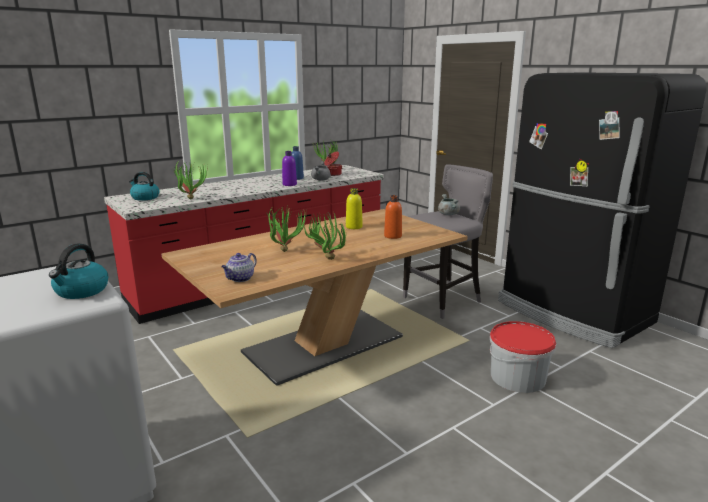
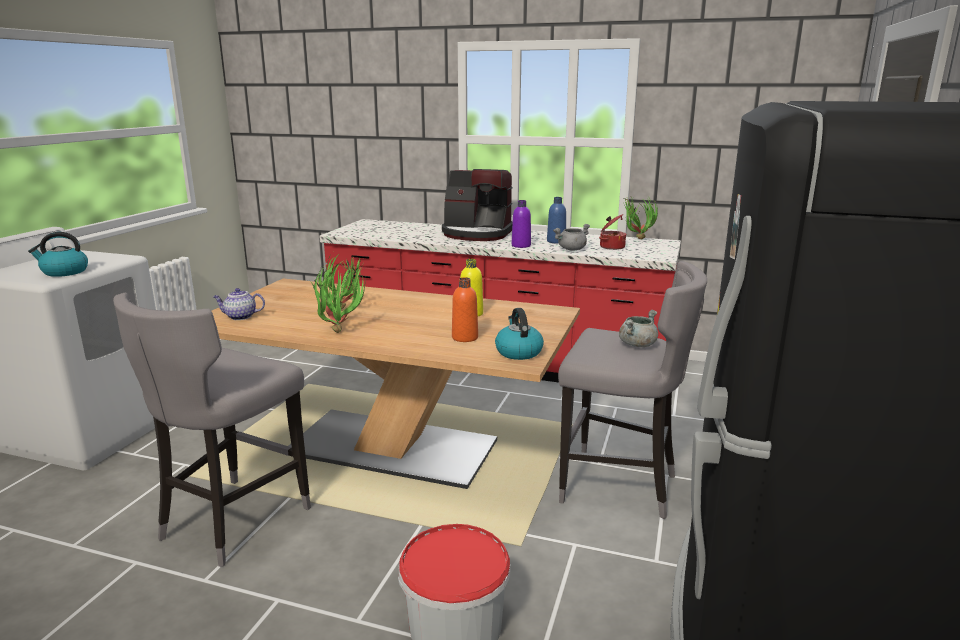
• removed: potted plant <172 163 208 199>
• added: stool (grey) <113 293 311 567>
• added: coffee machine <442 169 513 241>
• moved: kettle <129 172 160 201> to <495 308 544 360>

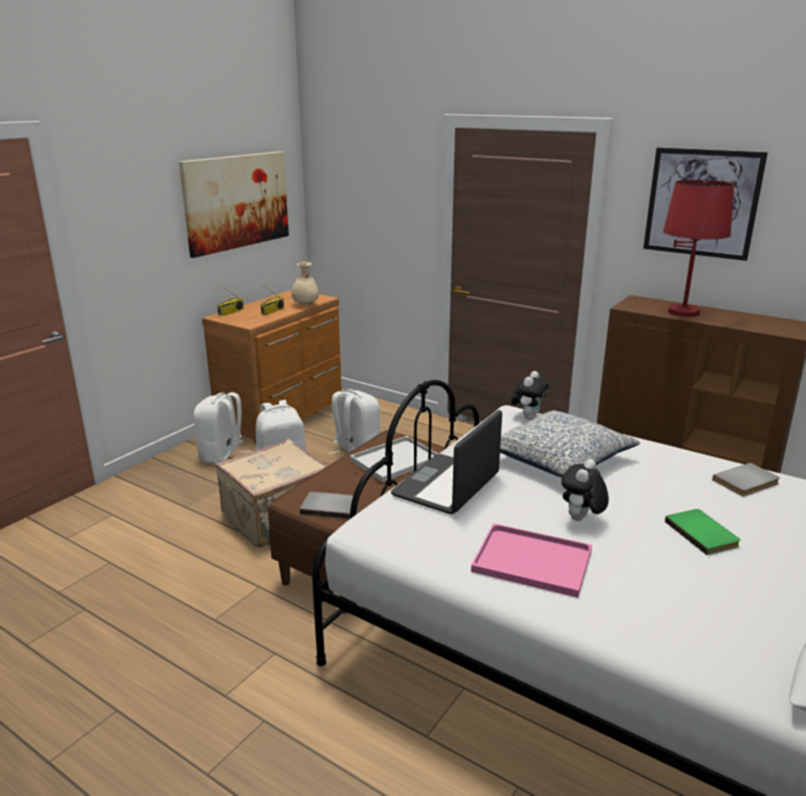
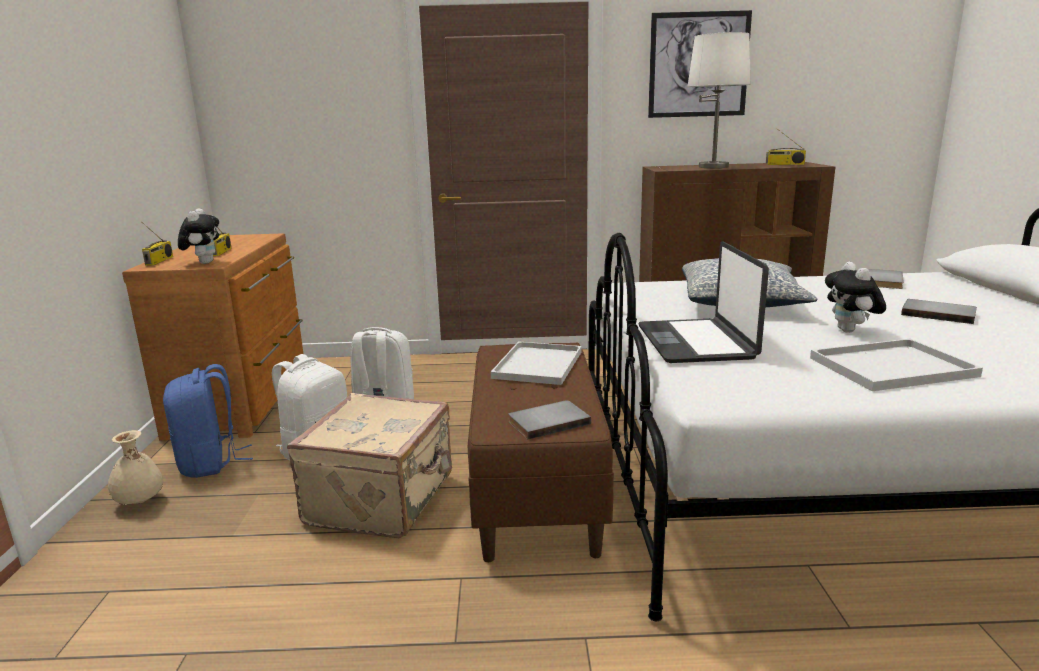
• removed: picture <179 151 289 258>
• added: radio <766 128 806 165>
• moved: vase (beige) <291 262 319 306> to <108 430 163 505>
• moved: plush toy <511 371 549 420> to <178 208 219 264>
• recoloured: backpack (white) <194 392 252 464> to backpack (blue) <163 364 253 478>
• recoloured: tray (pink) <471 523 592 598> to tray (white) <810 339 983 391>
• recoloured: table lamp (red) <663 180 734 317> to table lamp (white) <687 32 751 168>
• recoloured: book (green) <665 509 741 555> to book (grey) <901 299 977 324>

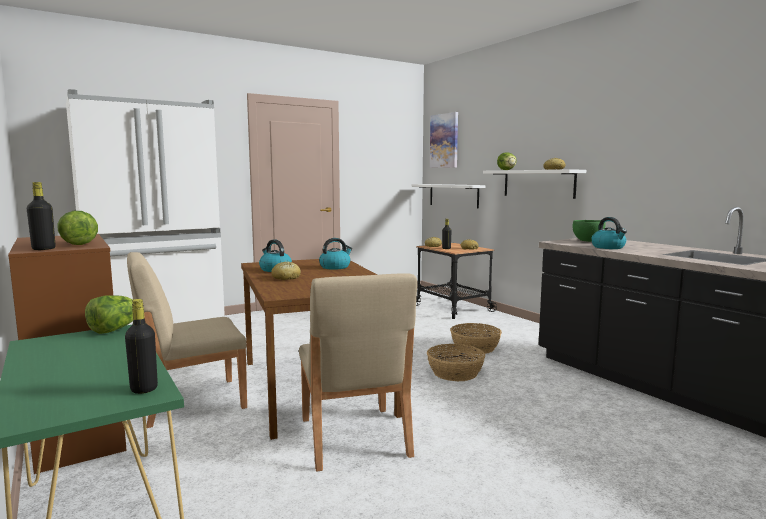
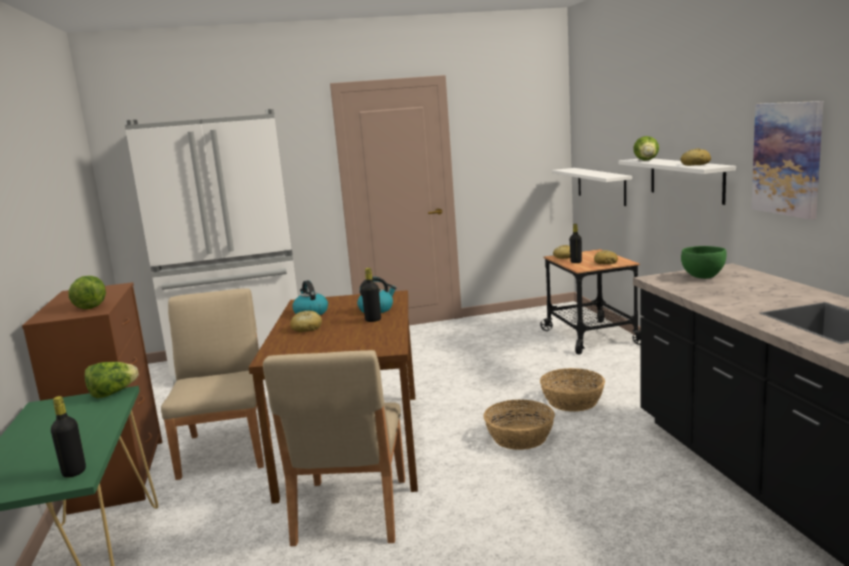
• removed: kettle <591 217 627 249>
• moved: bottle (black) <27 182 56 250> to <361 268 381 322>
• moved: picture <430 112 458 168> to <751 101 823 220>
• turned: chair (beige) <127 252 247 428> = <161 288 270 480> 90 degrees clockwise

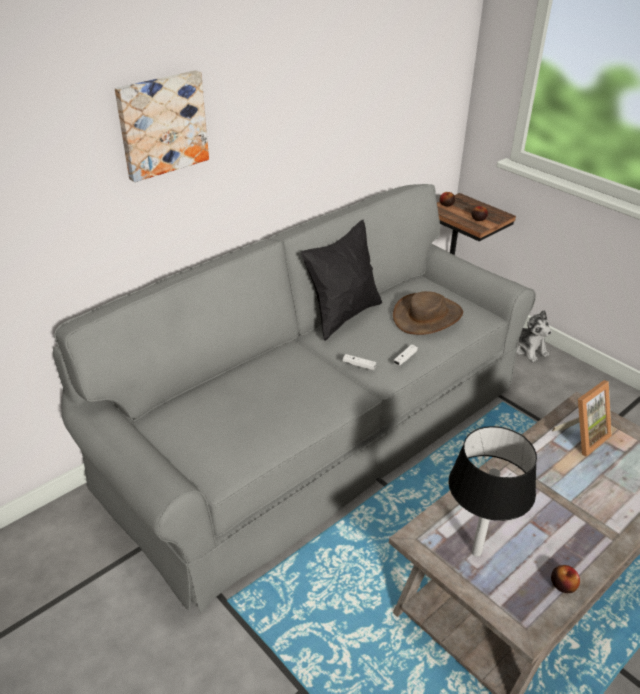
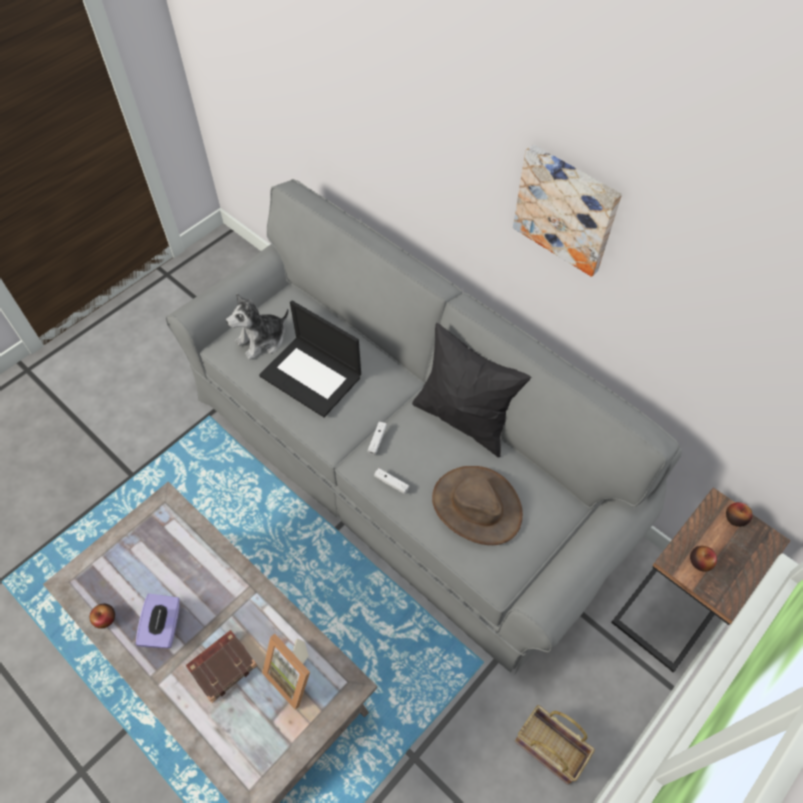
• removed: table lamp (black) <448 426 537 557>
• added: tissue box (purple) <136 593 180 648>
• added: book (brown) <186 630 258 703>
• added: laptop <259 301 361 418>
• added: basket <515 705 595 785>
• moved: picture <115 70 209 182> to <513 145 622 277>
• moved: plush toy <516 310 552 362> to <226 293 289 360>

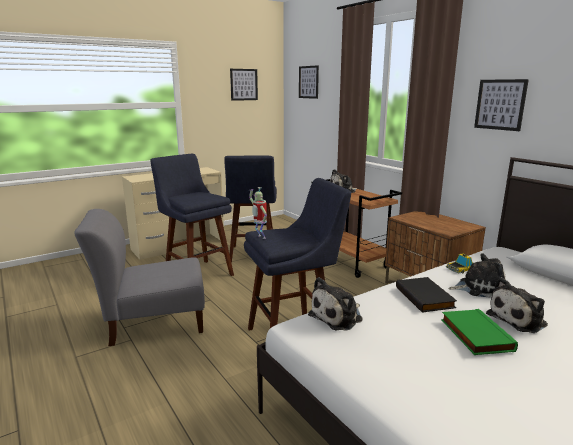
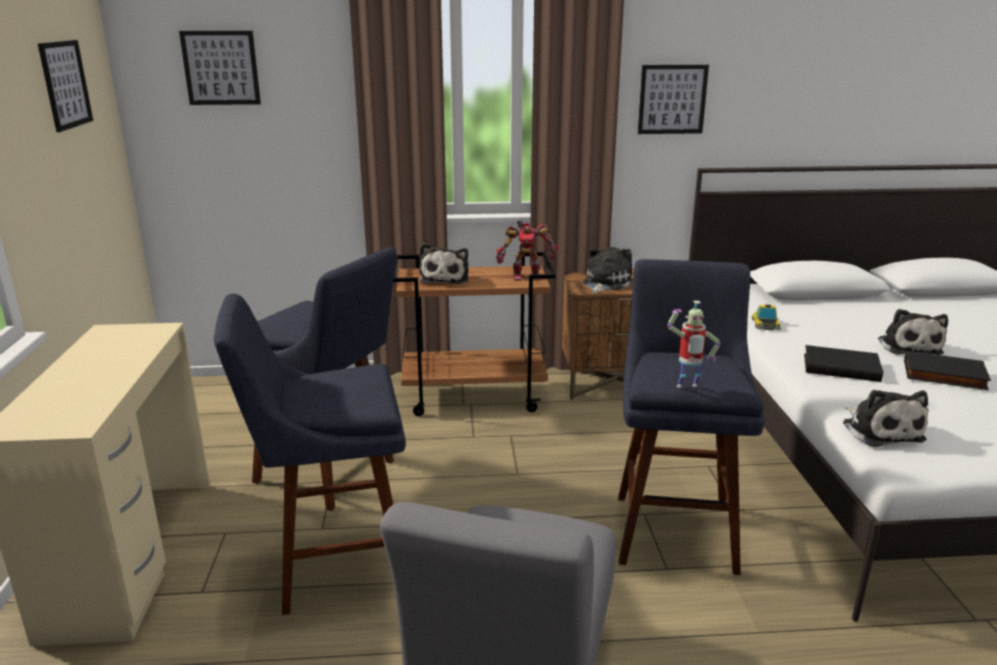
• added: toy robot <496 219 558 280>
• moved: plush toy <448 253 506 298> to <582 247 633 294>
• recoloured: book (green) <441 309 518 355> to book (black) <904 351 991 390>

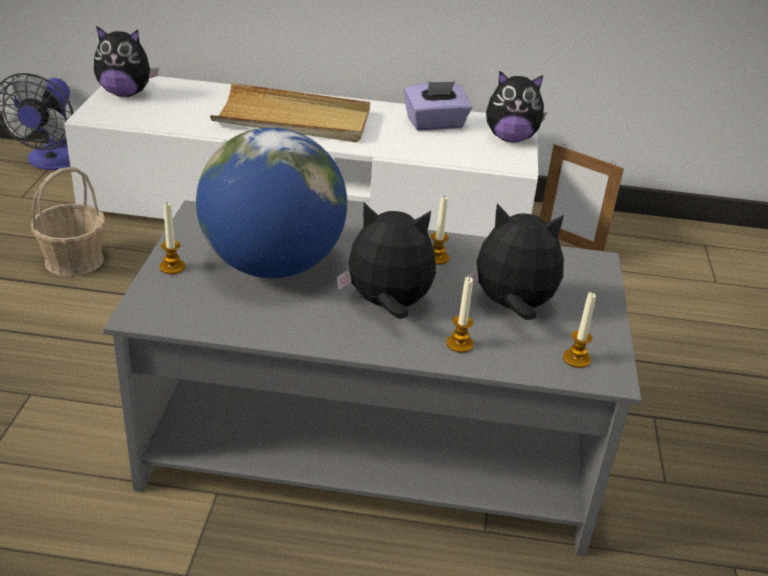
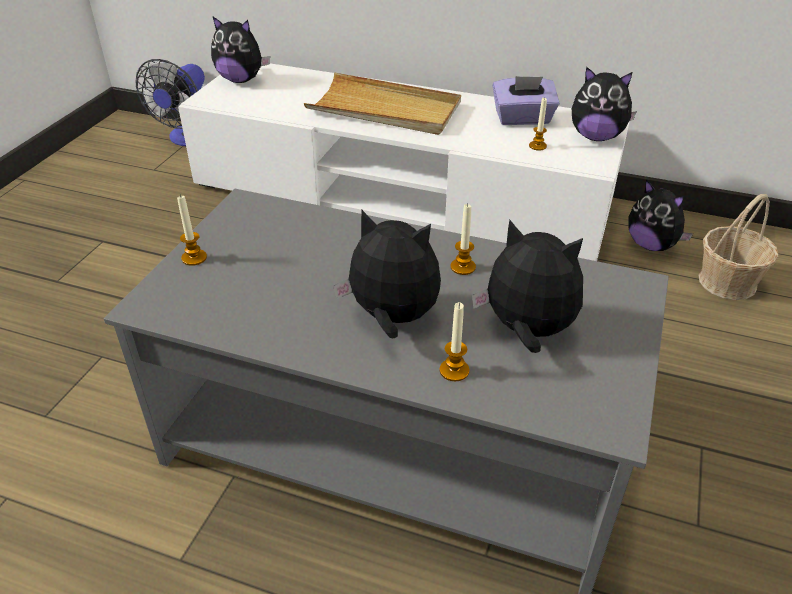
• removed: globe <196 127 347 278>
• moved: basket <31 167 106 277> to <699 194 778 300>
• moved: candle <563 292 596 368> to <529 98 547 150>
• replaced: picture frame <540 144 624 251> to plush toy <628 179 693 251>

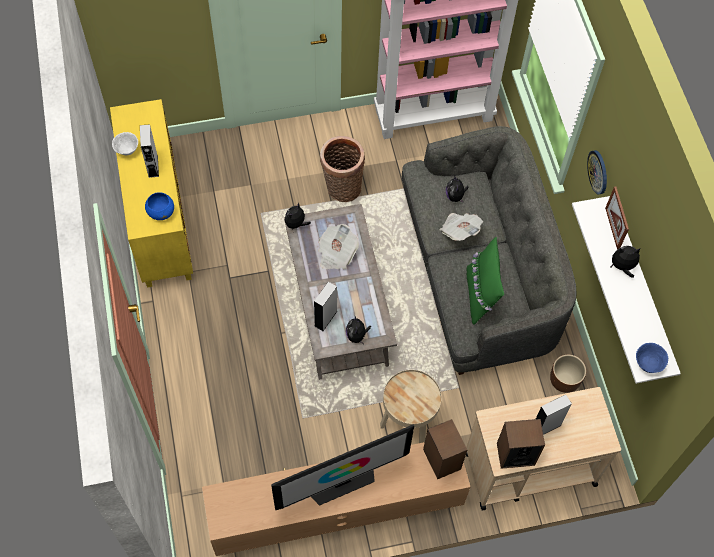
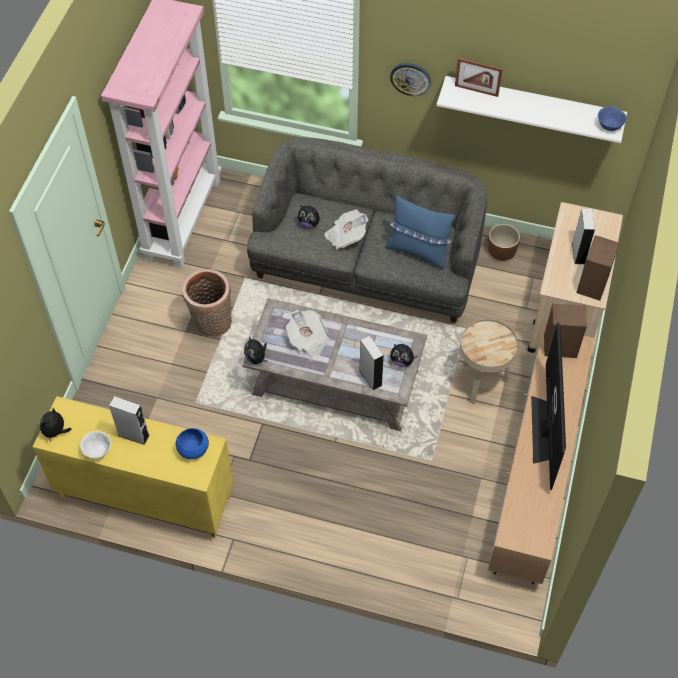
• moved: plush toy <610 246 640 278> to <40 408 72 441>
• recoloured: pillow (green) <466 237 504 325> to pillow (blue) <385 195 455 269>

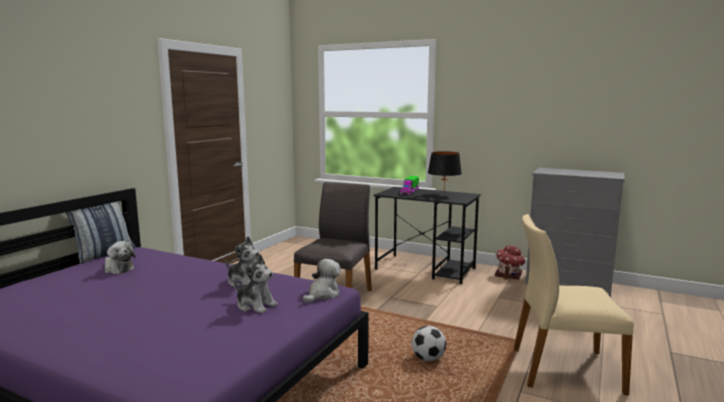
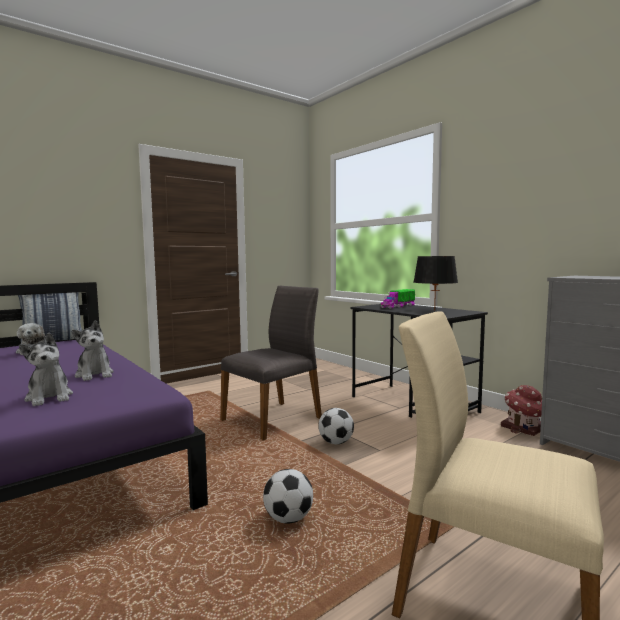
• removed: plush toy <303 259 341 303>
• added: football <318 408 354 445>

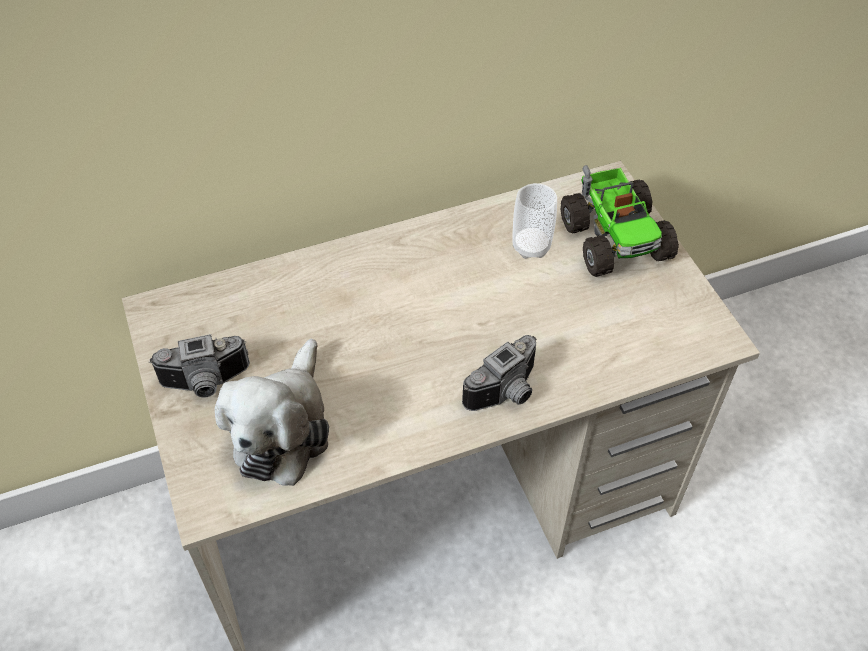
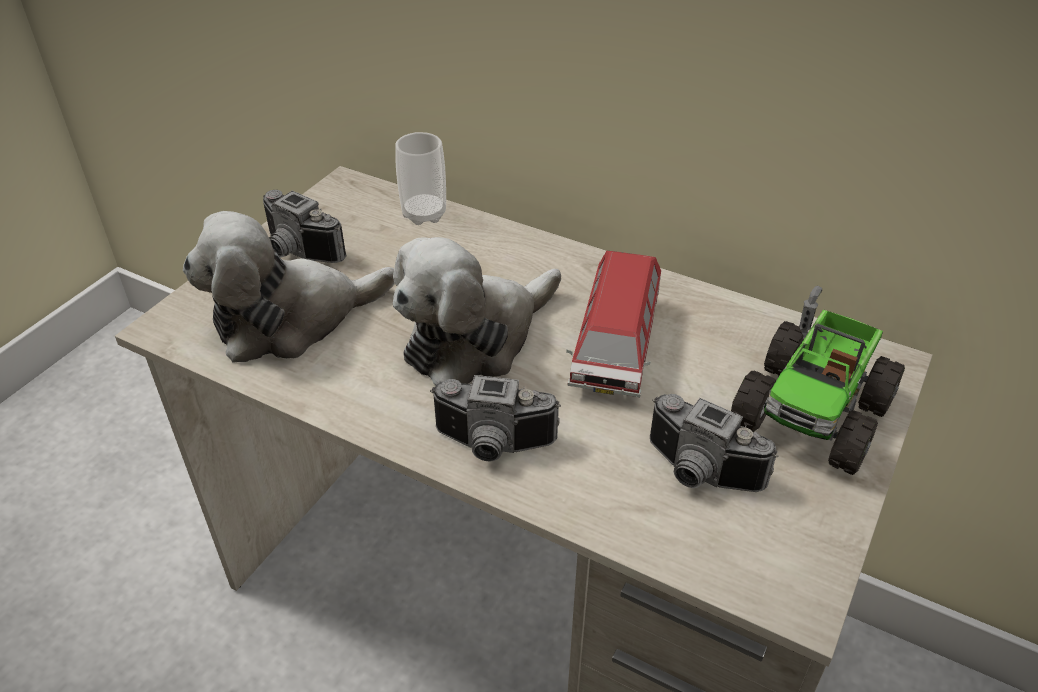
• added: plush toy <393 237 561 385>
• added: toy car <566 251 661 397>
• added: photo camera <650 394 779 492>
• moved: cup <513 183 557 259> to <395 132 446 225>

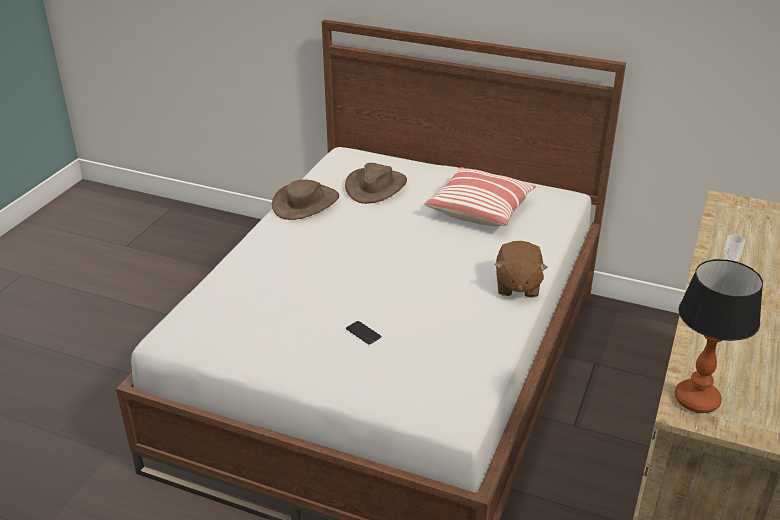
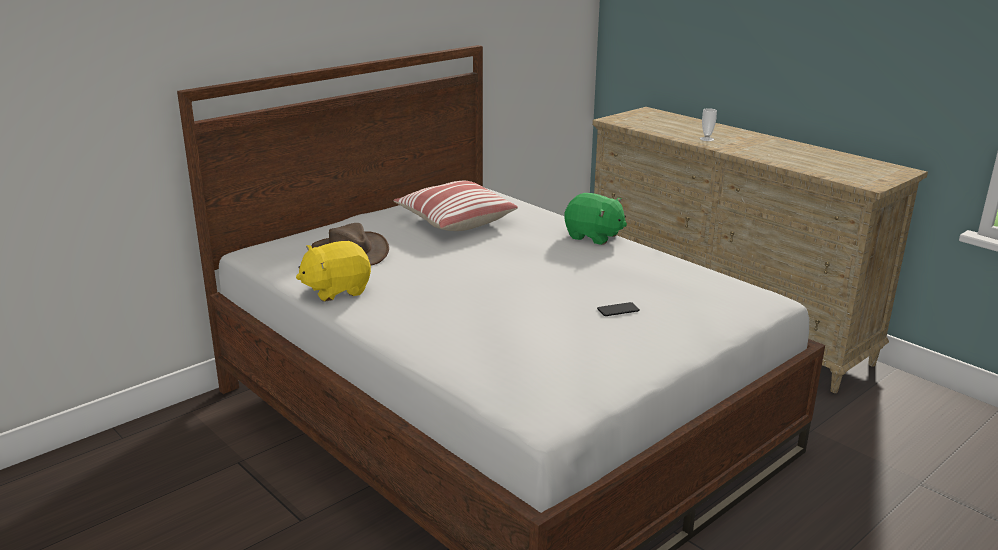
• removed: table lamp <675 259 763 413>
• replaced: hat (brown) <272 179 339 220> to plush toy (yellow) <296 241 371 302>
• recoloured: plush toy (brown) <495 241 548 298> to plush toy (green) <564 193 627 245>

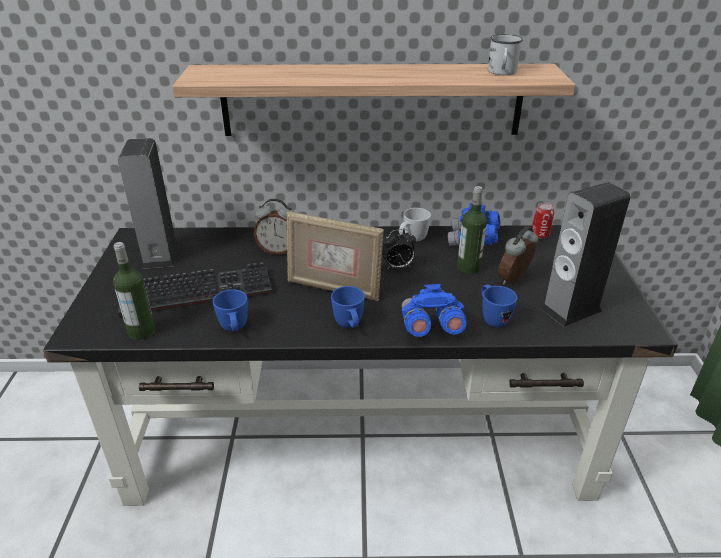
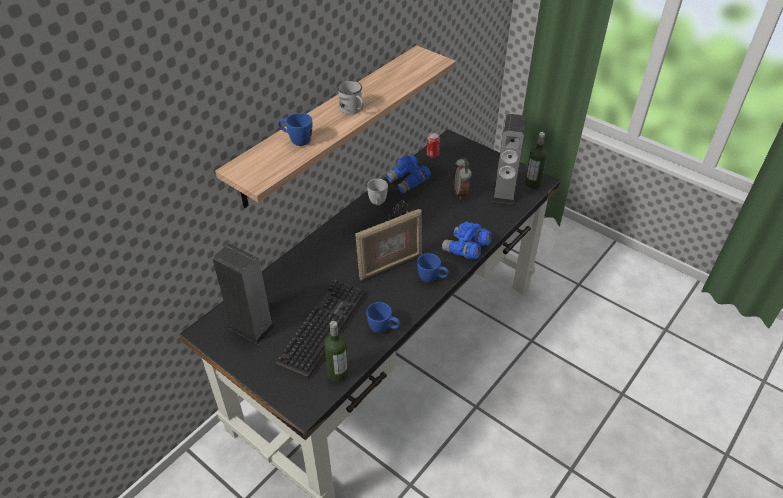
• removed: alarm clock <254 199 294 255>
• moved: bottle <457 186 487 274> to <525 132 547 189>
• moved: mug (blue) <481 285 517 327> to <278 113 312 146>
• moved: mug (white) <488 34 523 75> to <337 80 364 114>

